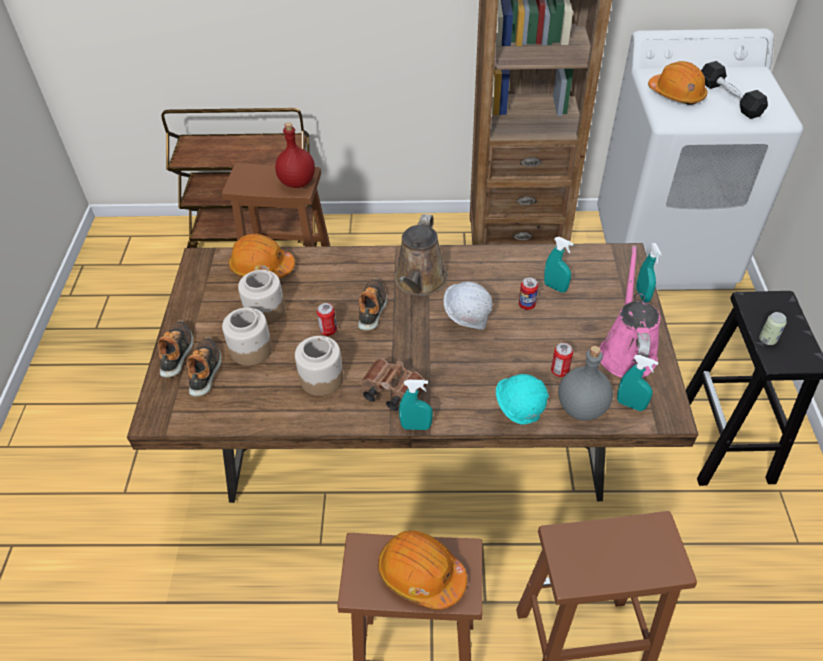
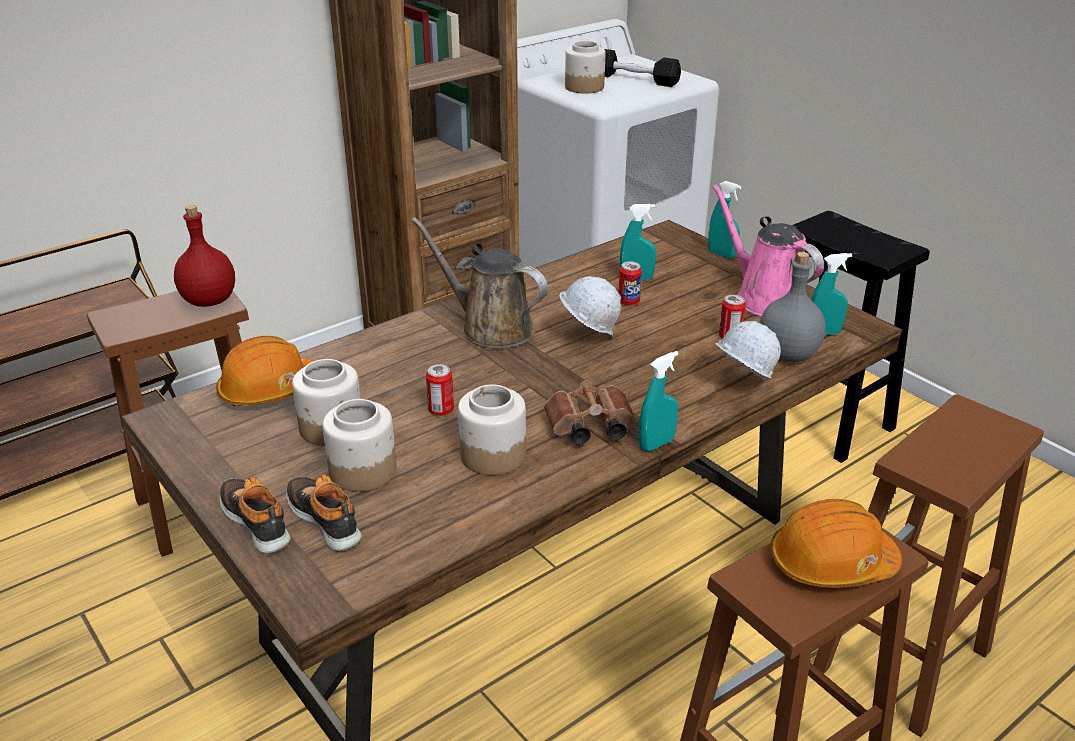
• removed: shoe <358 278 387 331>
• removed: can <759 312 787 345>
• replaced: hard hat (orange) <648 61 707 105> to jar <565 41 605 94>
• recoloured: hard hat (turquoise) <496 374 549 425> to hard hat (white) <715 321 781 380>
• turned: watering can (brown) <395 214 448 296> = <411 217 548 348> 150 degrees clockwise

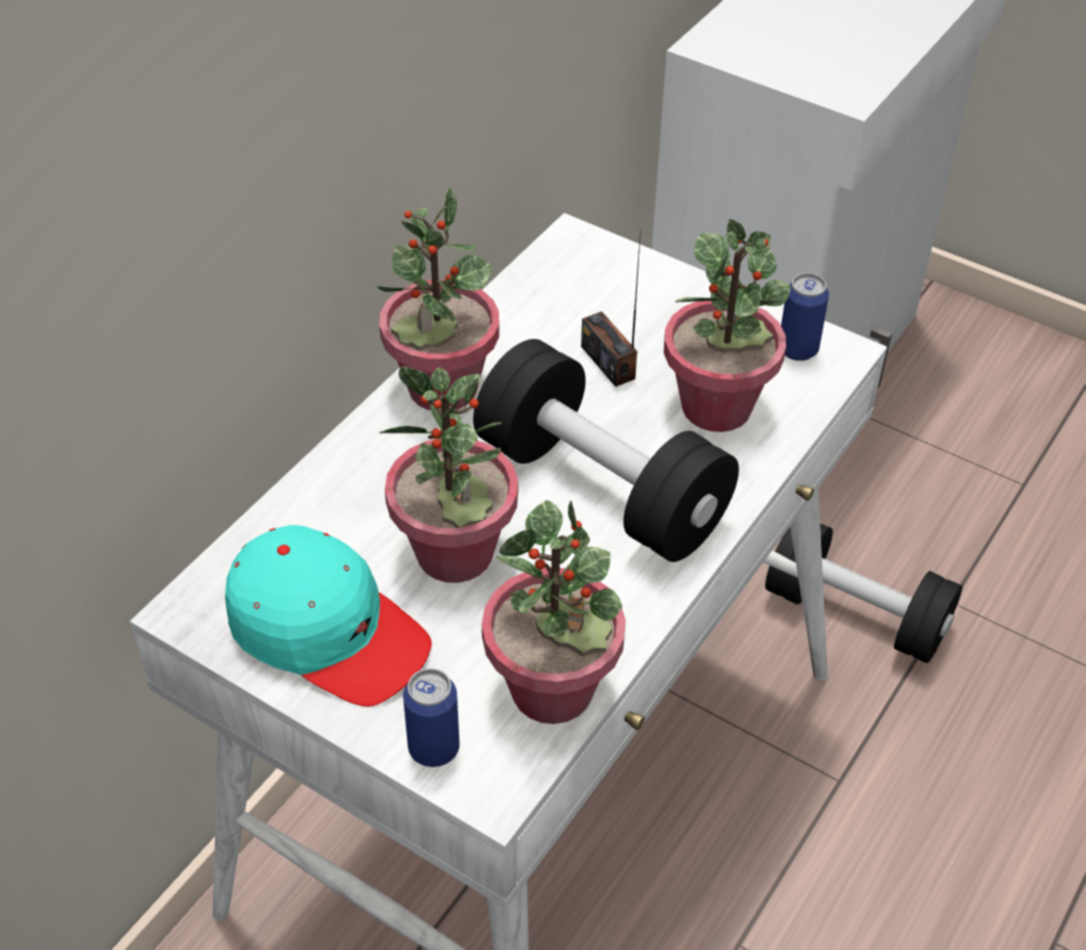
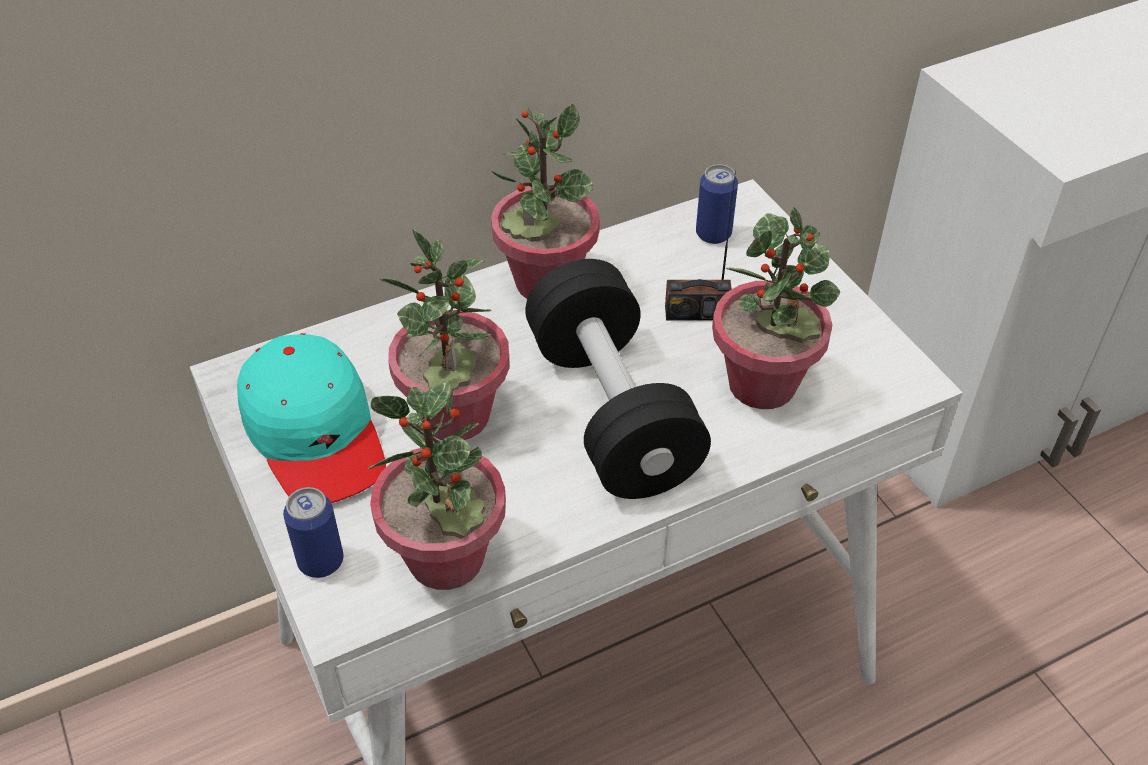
• removed: dumbbell (black) <765 524 963 663>
• moved: can <781 273 829 361> to <696 164 738 244>
• turned: radio <581 229 641 387> = <665 170 736 320> 90 degrees counterclockwise

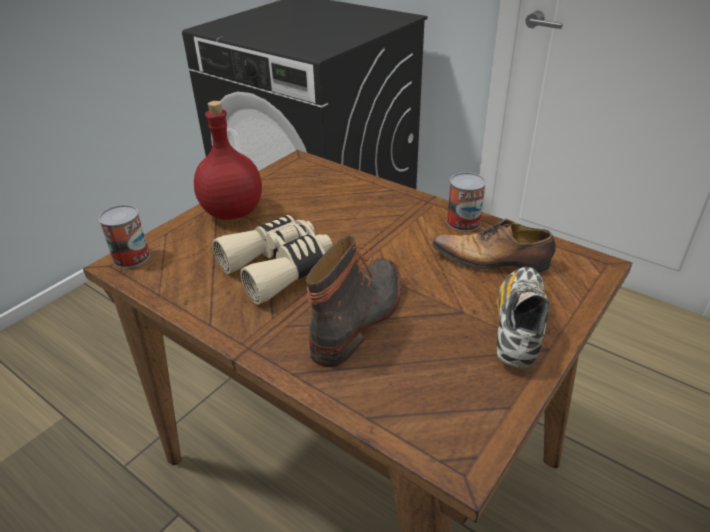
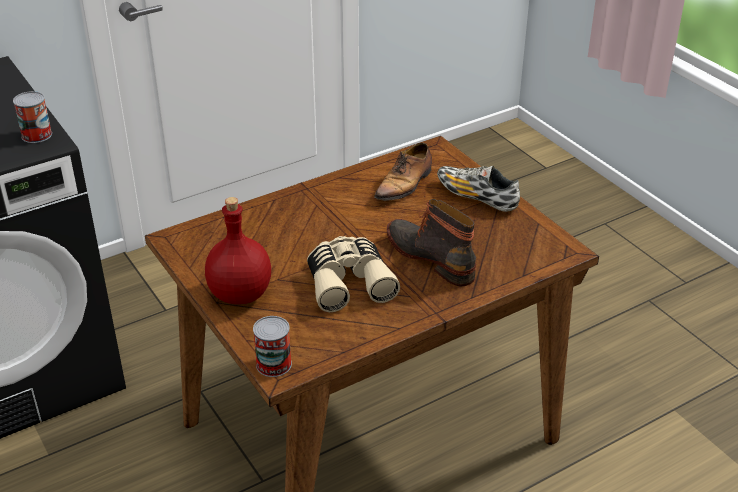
• moved: can <447 172 486 232> to <13 91 52 143>

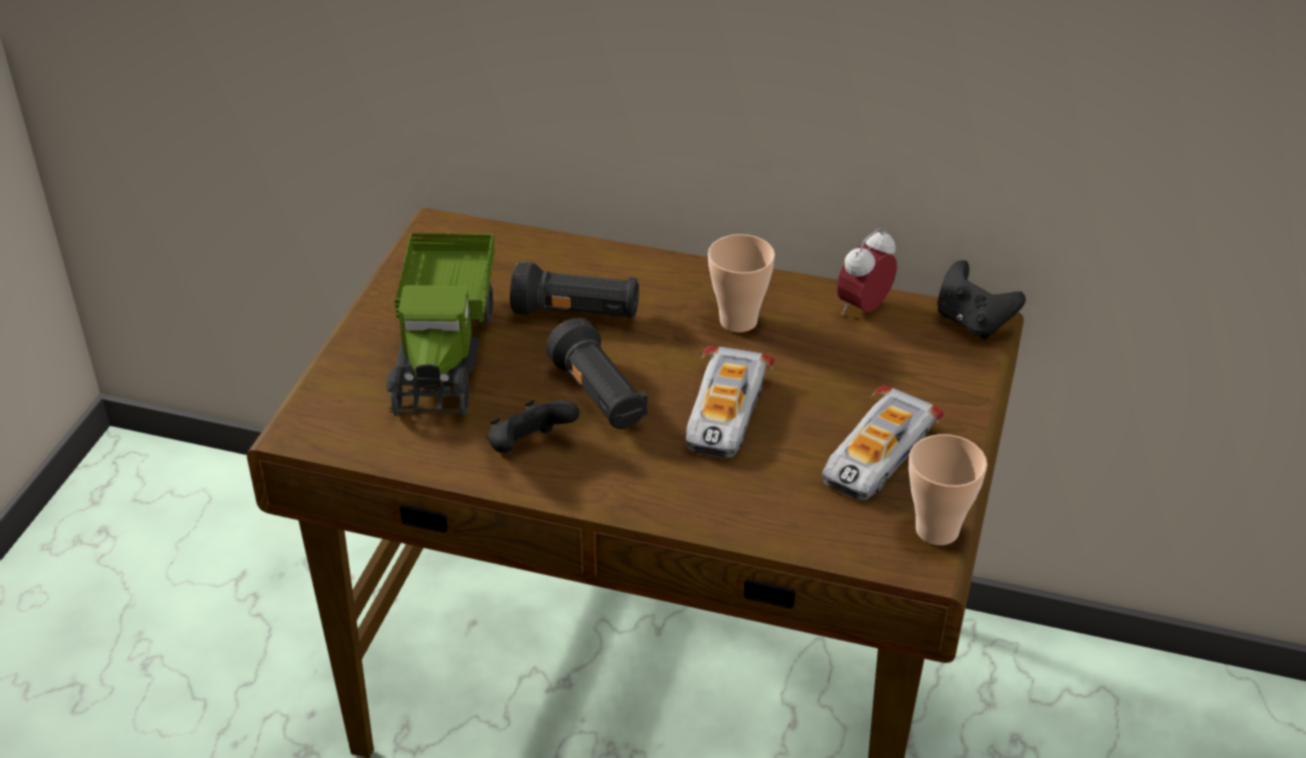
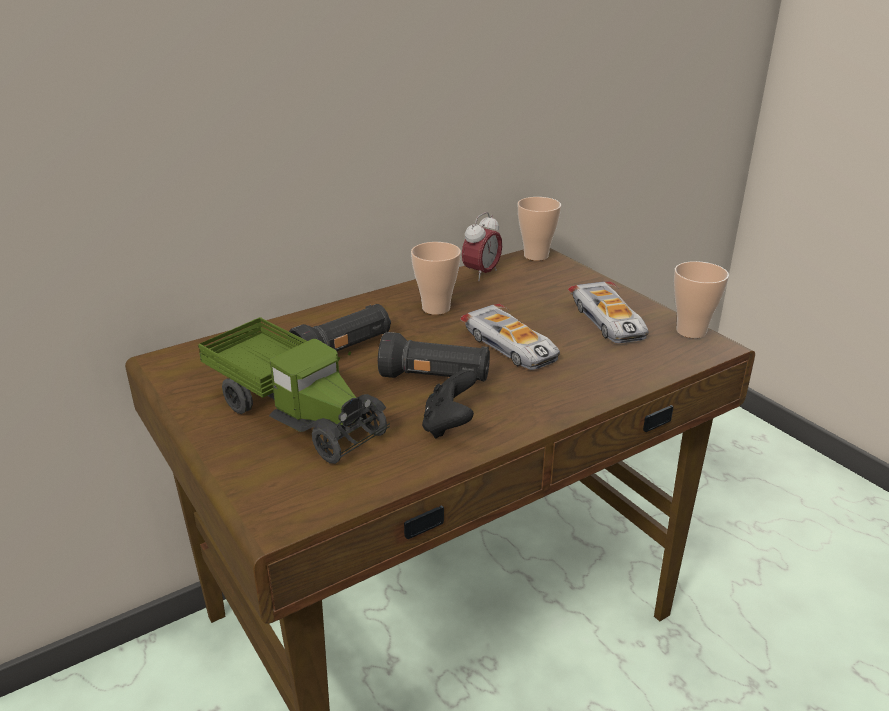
• replaced: game controller (black) <937 260 1026 339> to cup <518 197 561 261>
• turned: alarm clock <837 228 897 315> = <462 212 502 281> 135 degrees counterclockwise

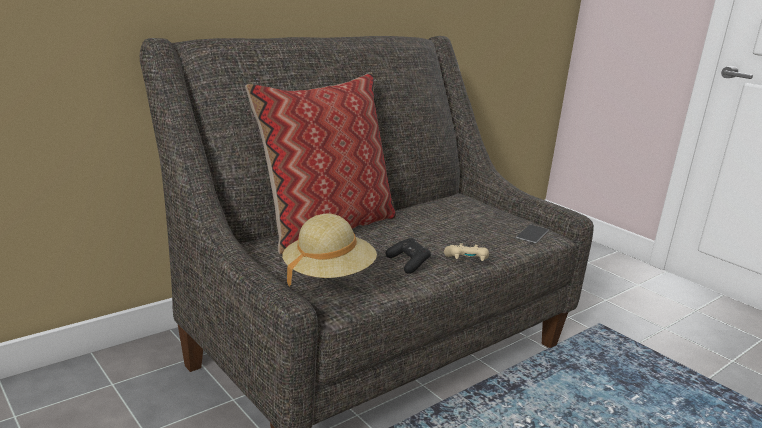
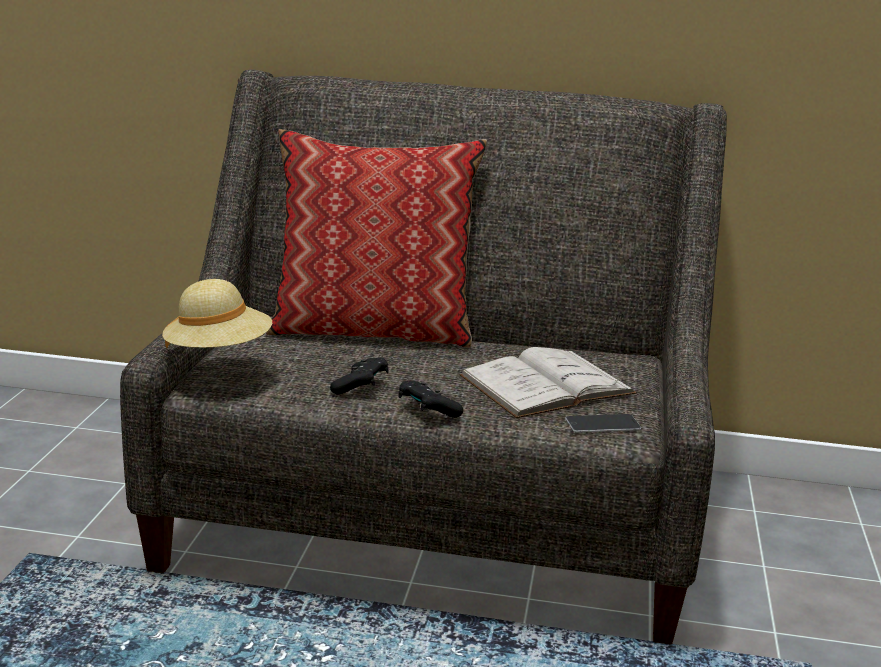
• added: book (white) <459 347 637 418>
• recoloured: game controller (beige) <444 243 489 261> to game controller (black) <399 380 463 418>

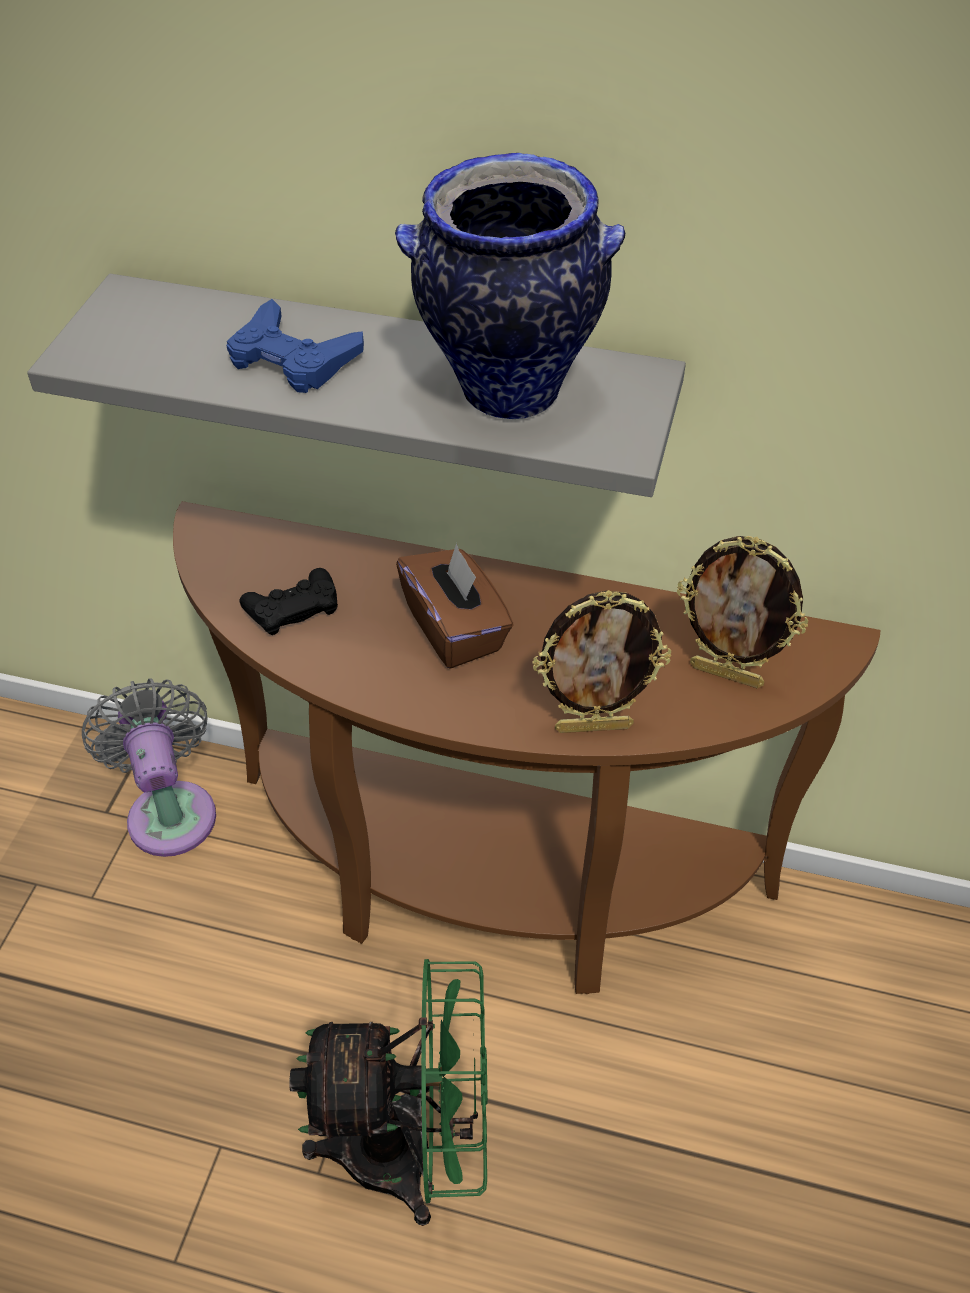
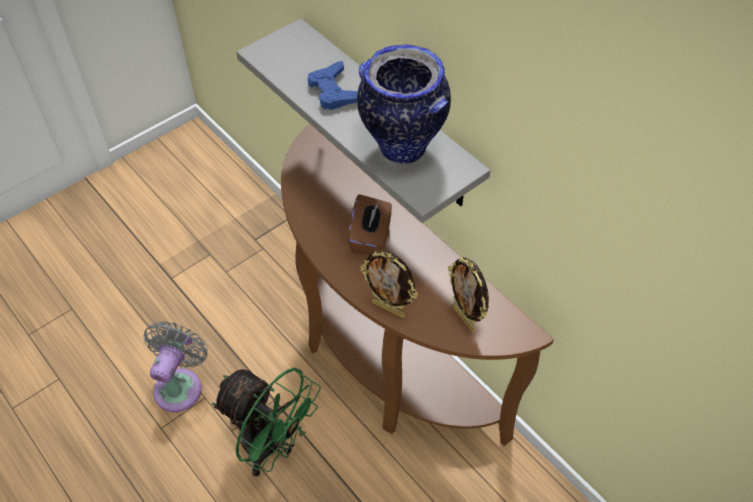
• removed: game controller (black) <239 568 338 635>
• moved: fan (grey) <82 678 216 857> to <143 321 208 412>

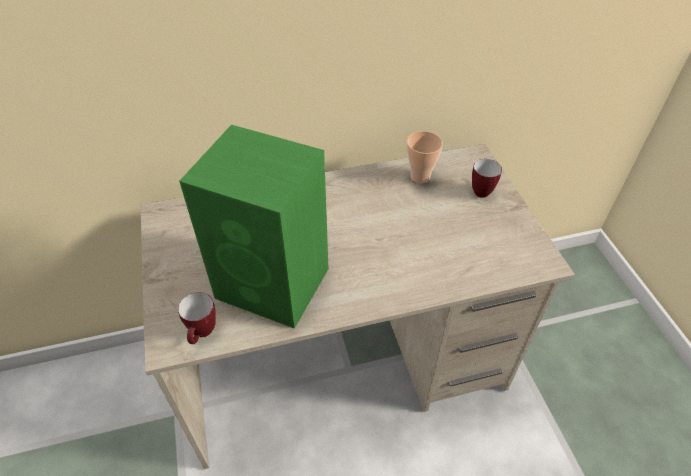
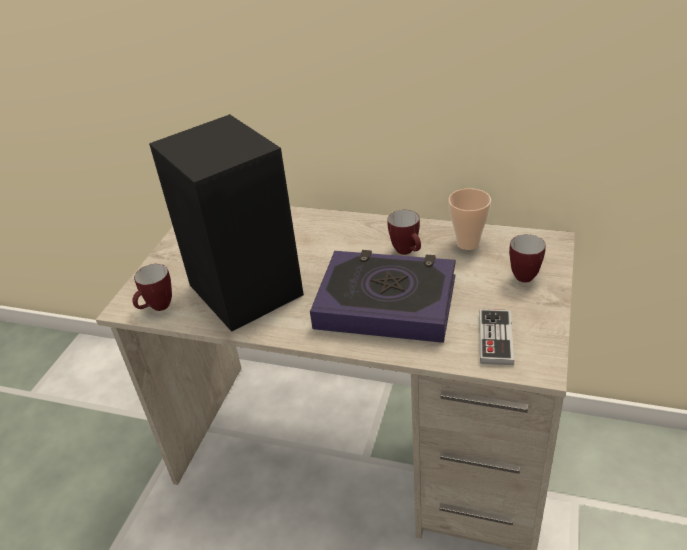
• added: book <310 250 456 343>
• added: mug <388 210 421 255>
• added: game controller <479 309 514 365>
• recoloured: speaker (green) <179 125 329 329> to speaker (black) <149 114 304 332>

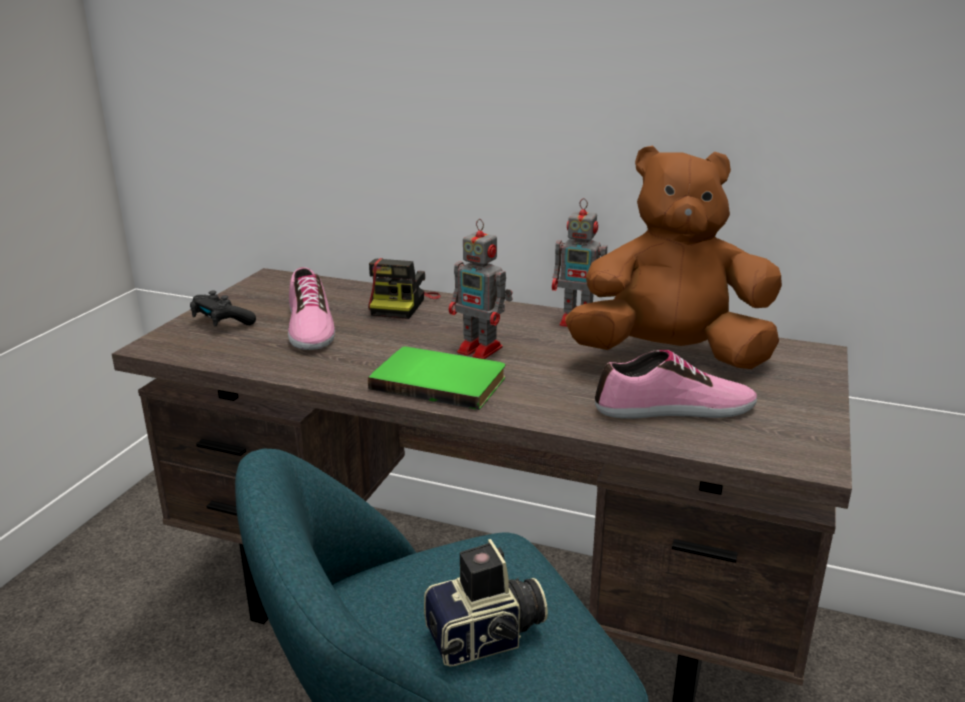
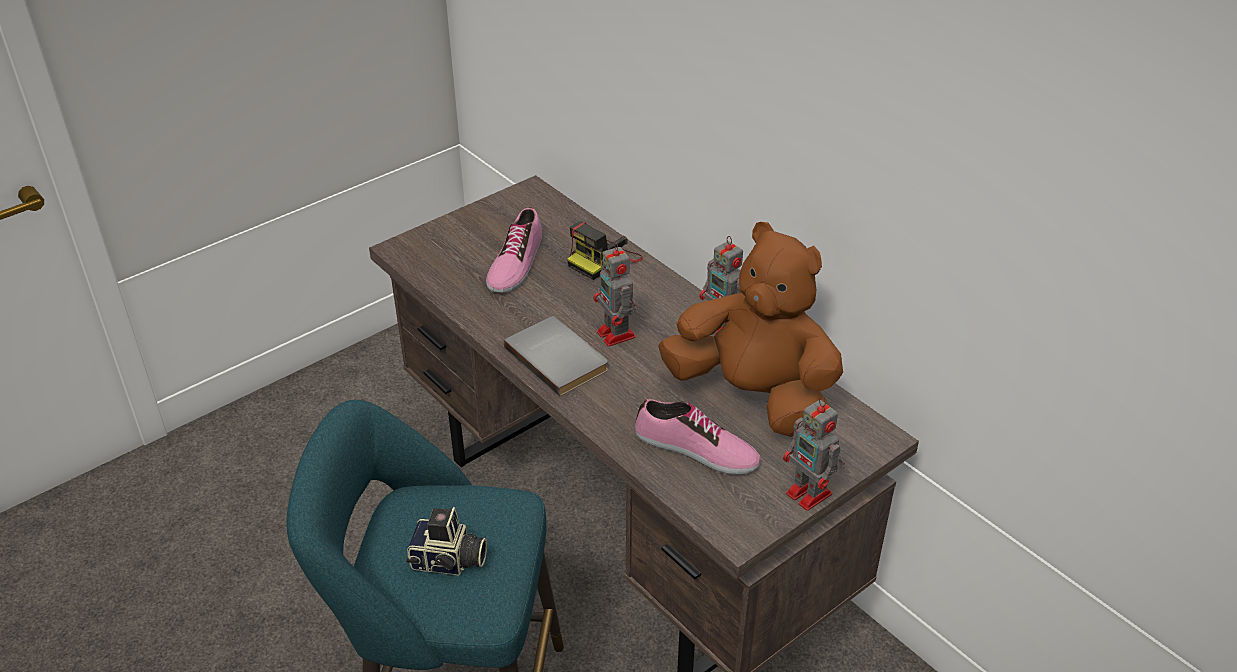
• removed: game controller (black) <190 291 256 326>
• added: toy robot <783 397 845 511>
• recoloured: book (green) <368 347 505 410> to book (grey) <504 316 608 396>

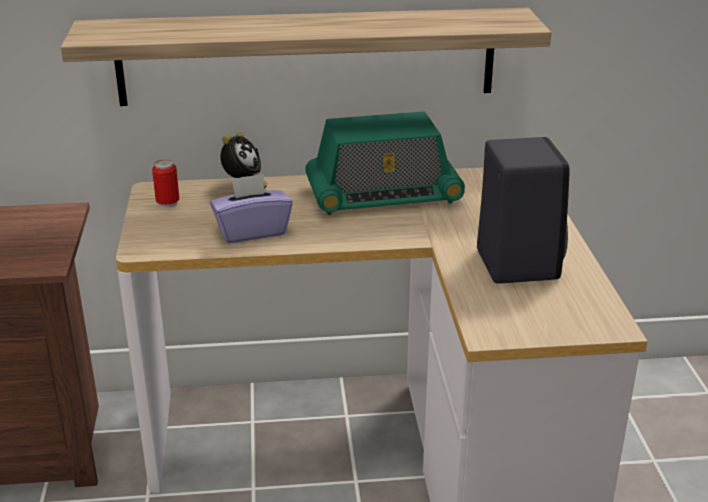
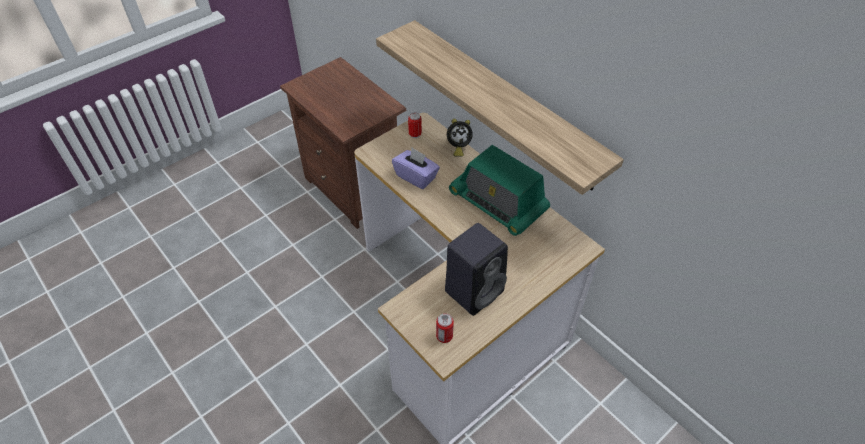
• added: can <436 313 454 343>

